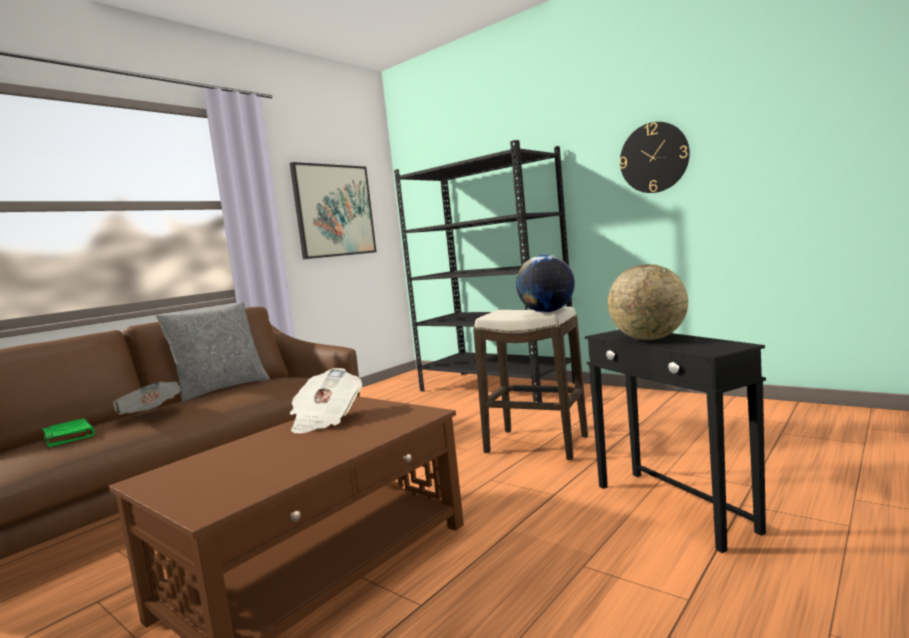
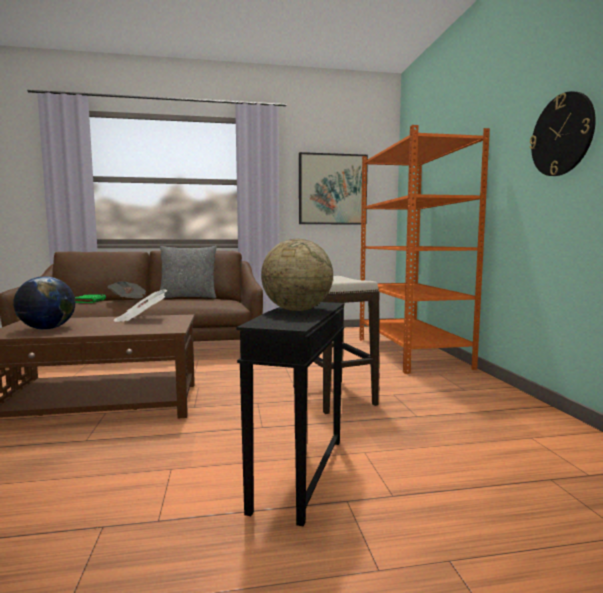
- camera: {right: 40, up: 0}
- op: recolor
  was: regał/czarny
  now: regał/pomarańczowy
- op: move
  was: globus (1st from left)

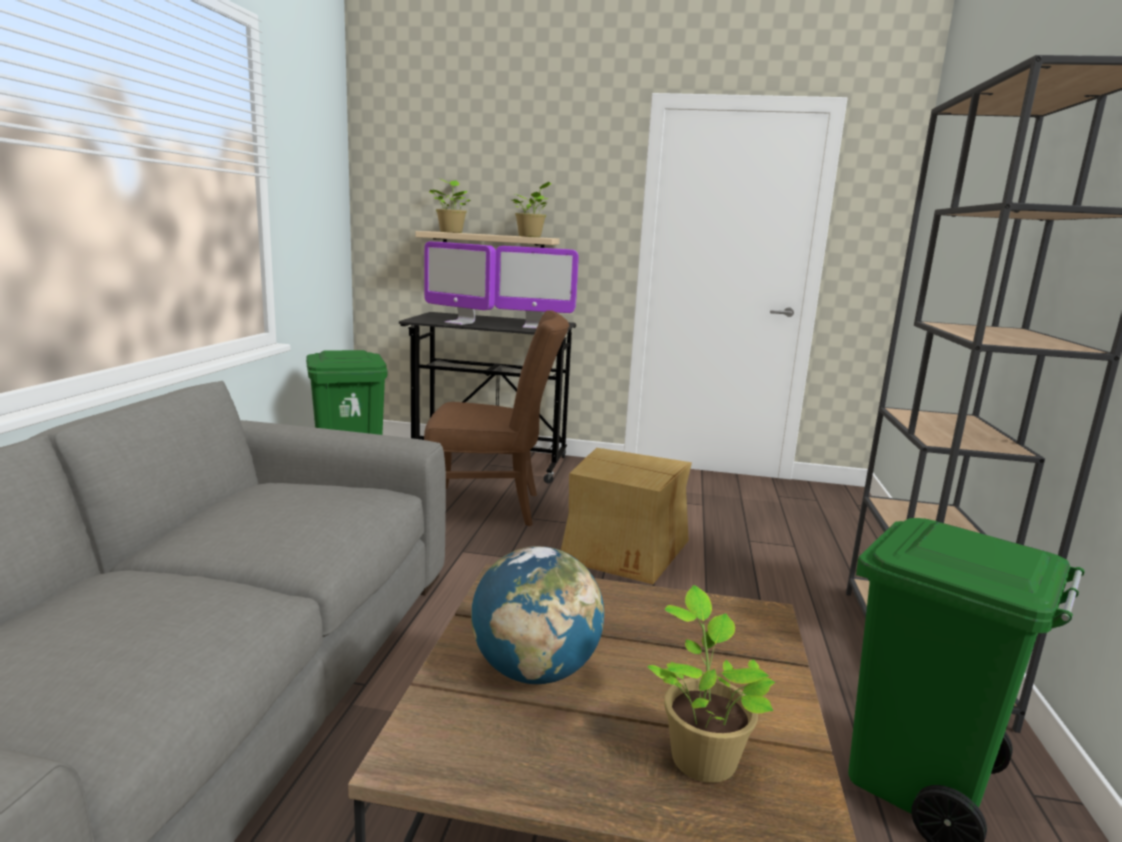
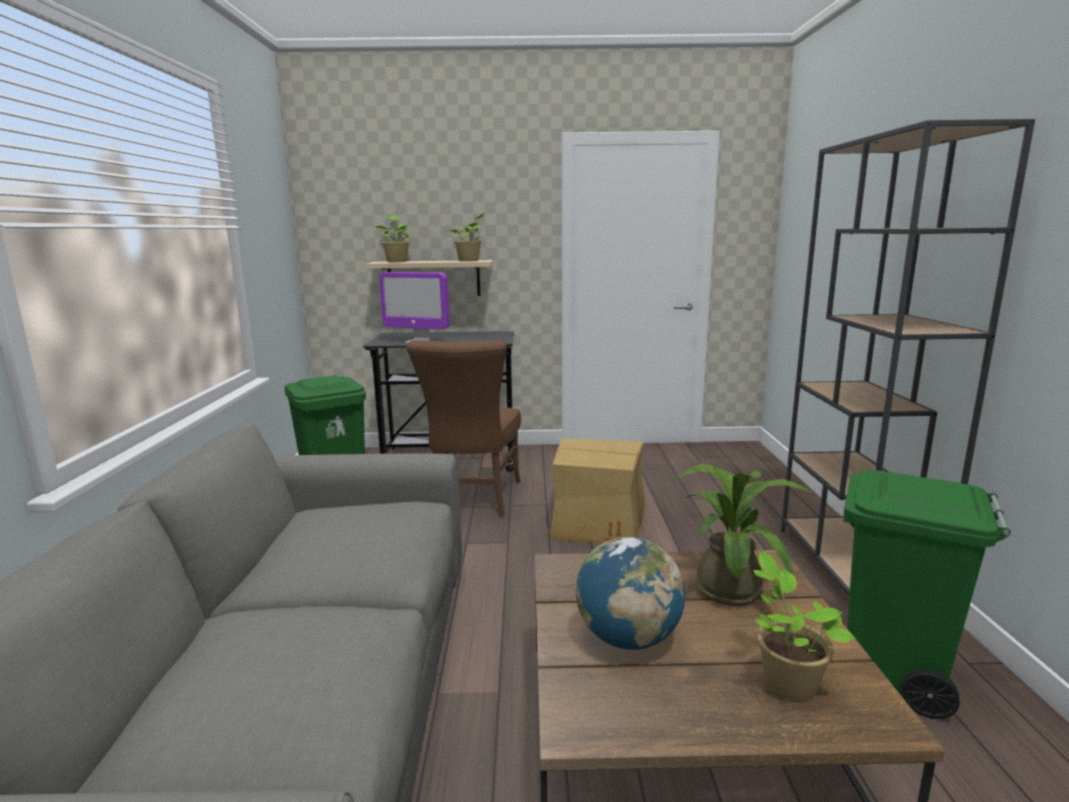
- camera: {right: -10, up: 0}
- op: delete
  was: monitor (2nd from left)
- op: rotate
  was: krzesło/brązowy
  clockwise: 105
- op: insert
  now: roślina doniczkowa (3rd from left)

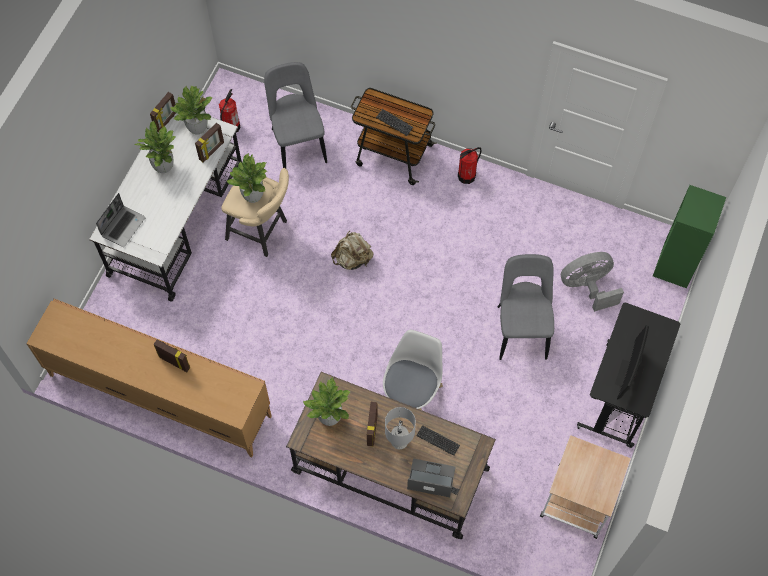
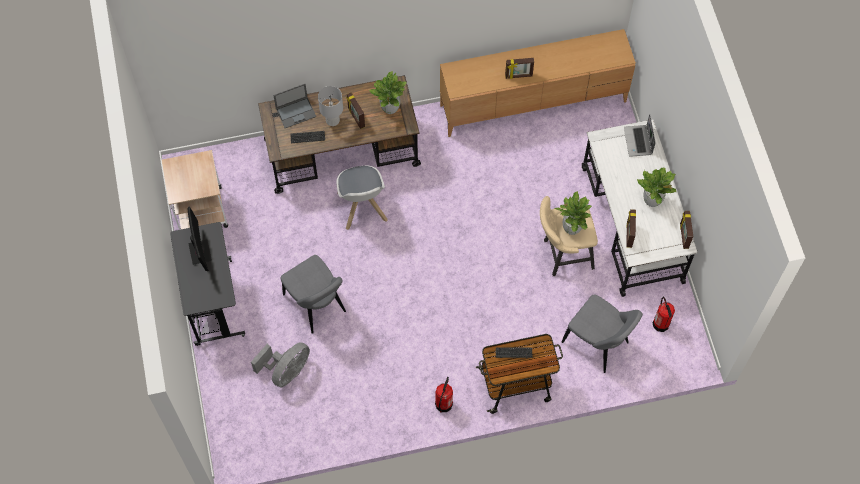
- camera: {right: 145, up: 0}
- op: delete
  was: roślina doniczkowa (2nd from left)
- op: delete
  was: regał/zielony
- op: delete
  was: plecak/beżowy

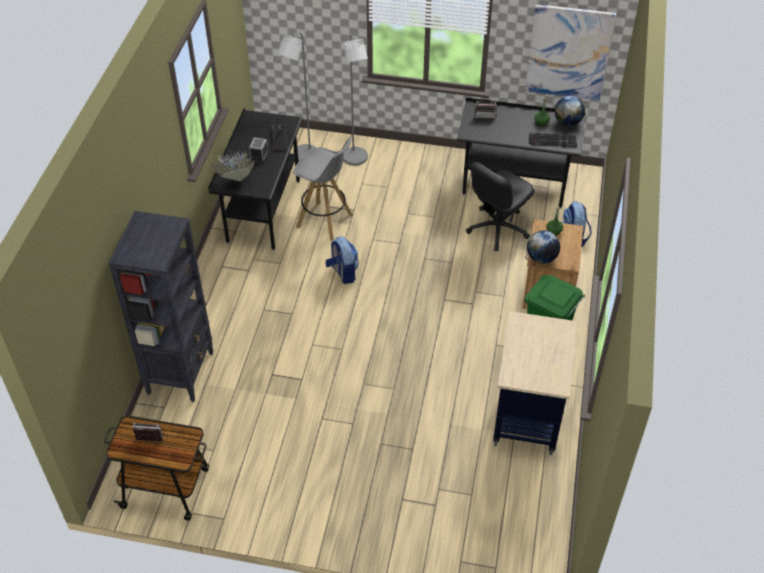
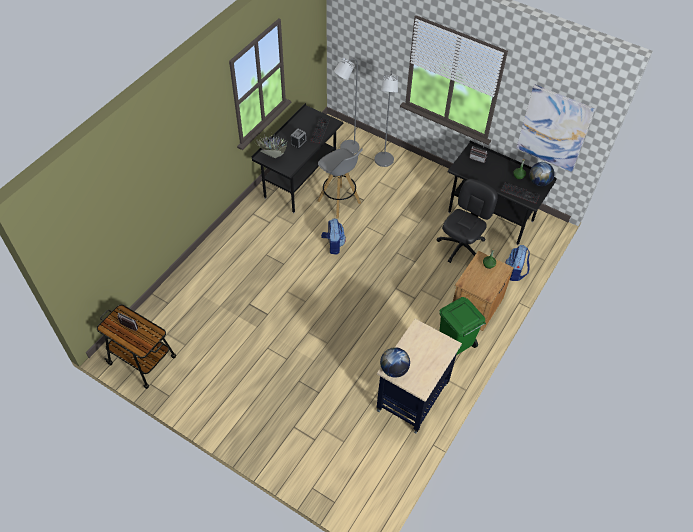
- camera: {right: 20, up: 5}
- op: rotate
  was: krzesło biurowe/czarny
  clockwise: 150
- op: delete
  was: regał/czarny
- op: move
  was: globus (1st from left)

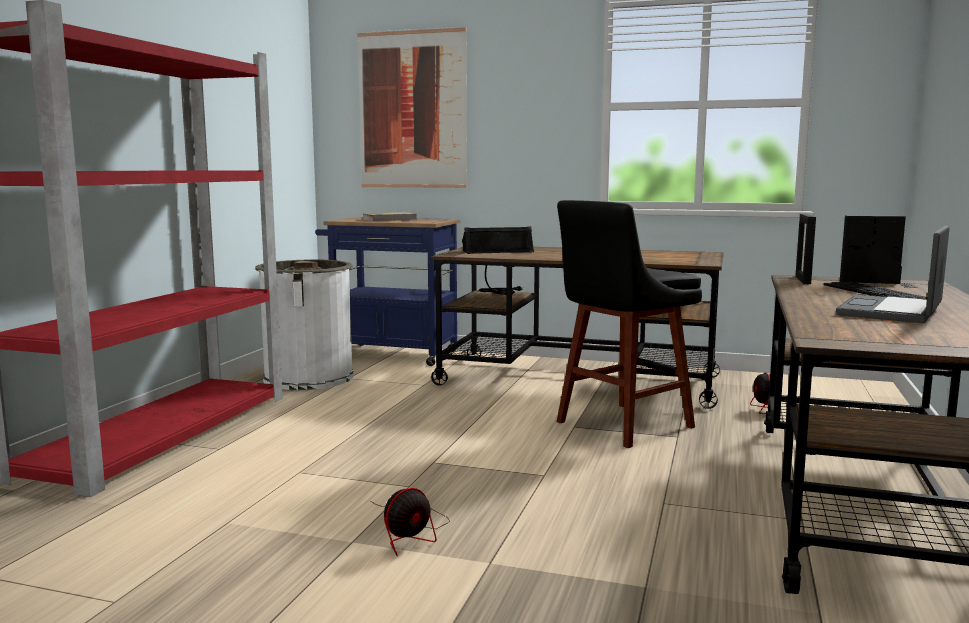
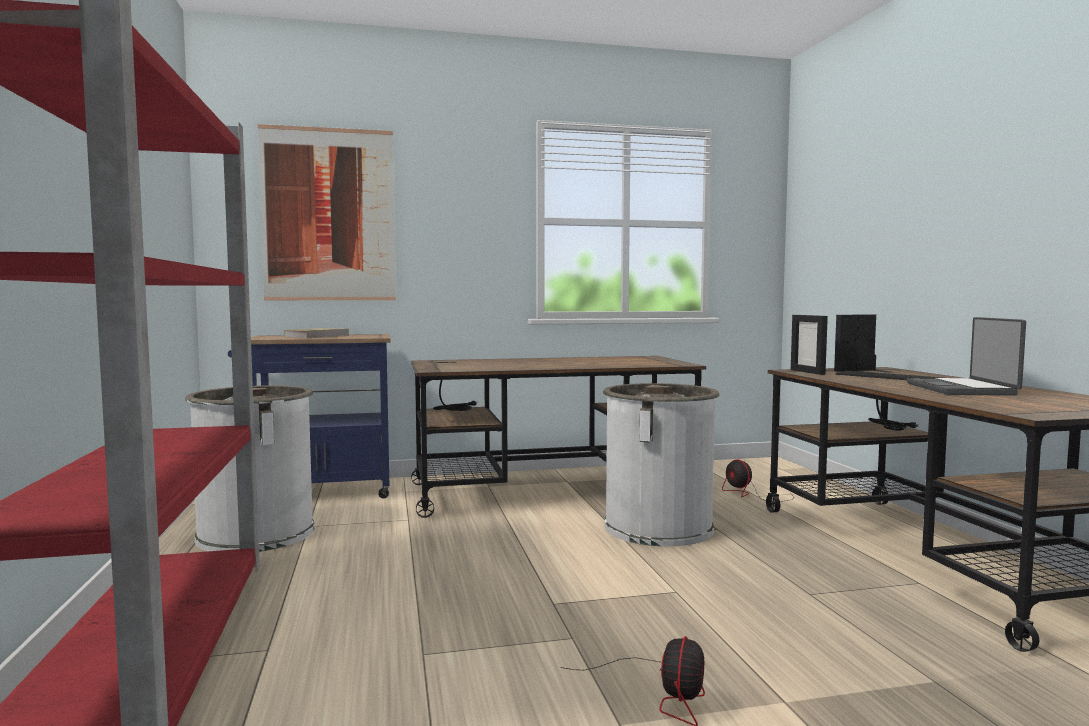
- camera: {right: -30, up: -5}
- op: replace
  was: stołek/czarny
  now: kosz na śmieci/biały (2nd from left)
- op: delete
  was: głośnik/czarny

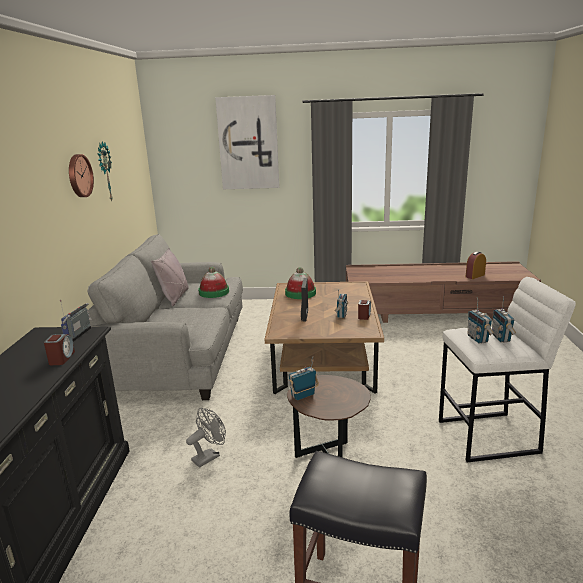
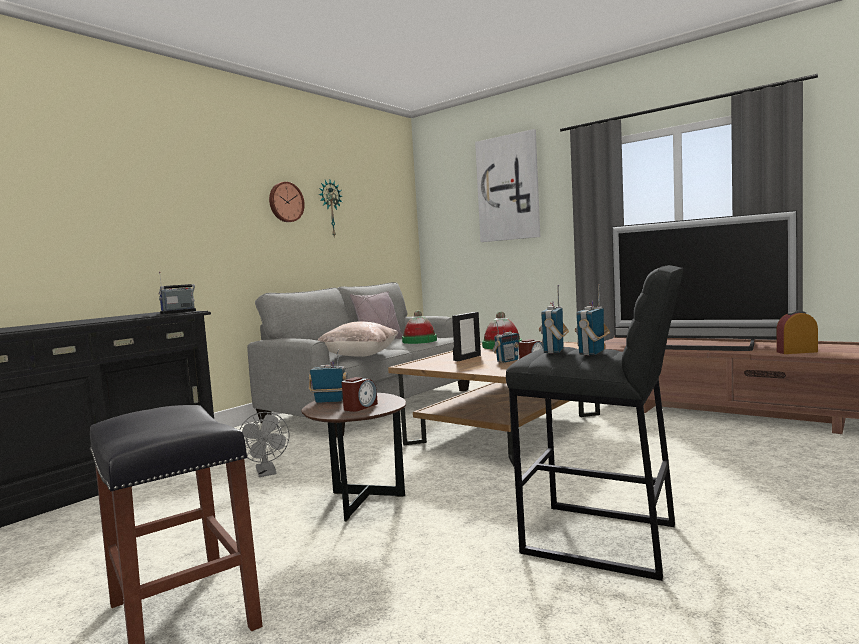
- camera: {right: 35, up: -15}
- op: recolor
  was: stołek/biały
  now: stołek/czarny (2nd from left)
- op: move
  was: budzik (1st from left)
- op: rotate
  was: wentylator/szary
  clockwise: 75
- op: insert
  now: telewizor
- op: insert
  now: poduszka/beżowy

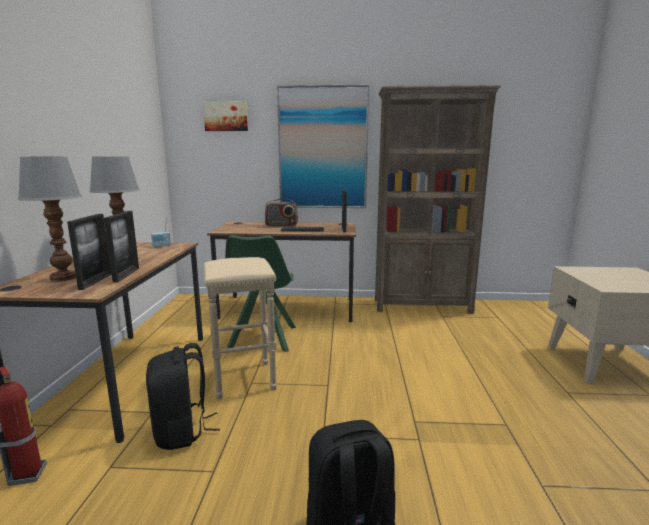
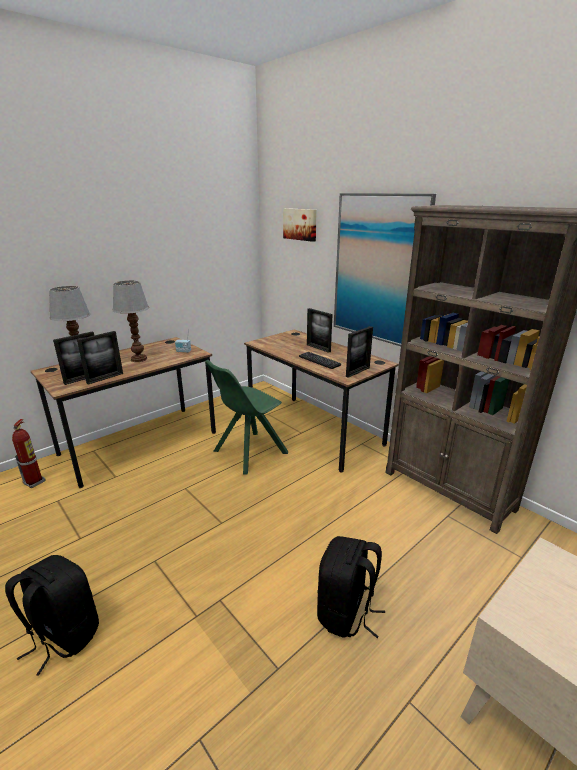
- camera: {right: 45, up: 10}
- op: replace
  was: radio (2nd from left)
  now: ramka na zdjęcie (3rd from left)
- op: delete
  was: stołek/beżowy
- op: move
  was: plecak/czarny (1st from left in the first image)
  now: plecak/czarny (2nd from left)

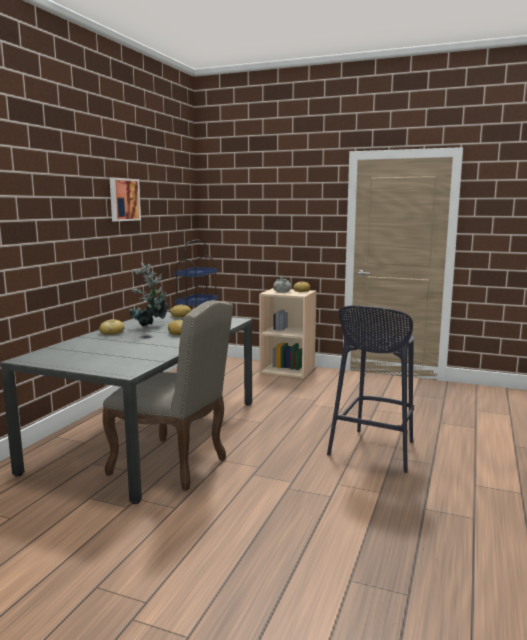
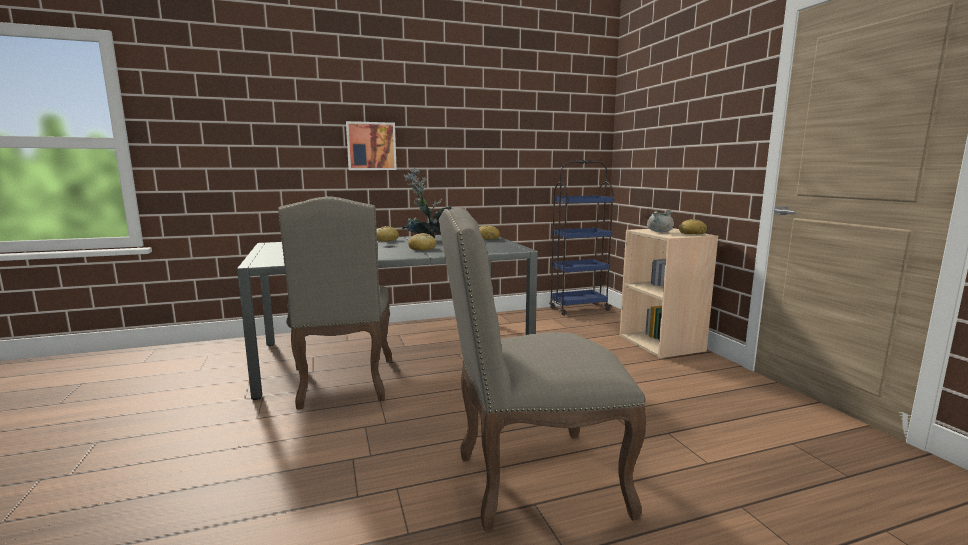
- camera: {right: 50, up: 0}
- op: move
  was: obraz
- op: replace
  was: stołek/szary
  now: krzesło/szary (2nd from left)

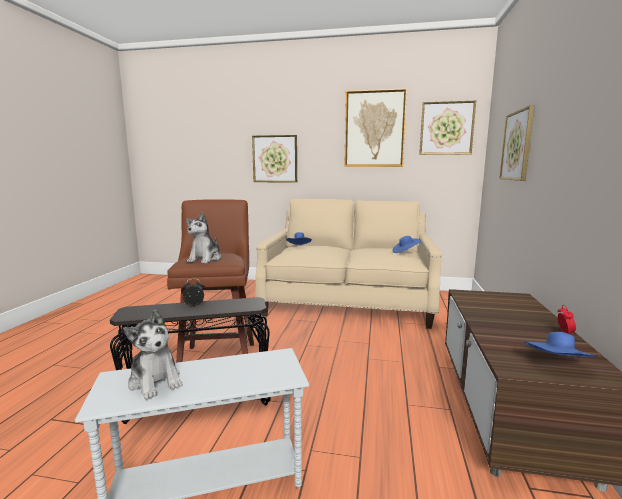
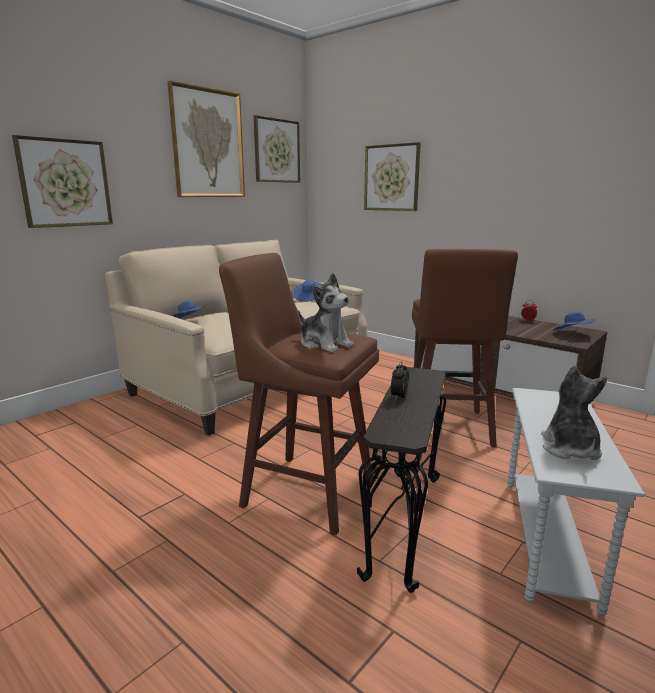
- camera: {right: -60, up: 5}
- op: rotate
  was: pluszak (1st from left in the first image)
  clockwise: -75
- op: insert
  now: stołek/brązowy (2nd from left)

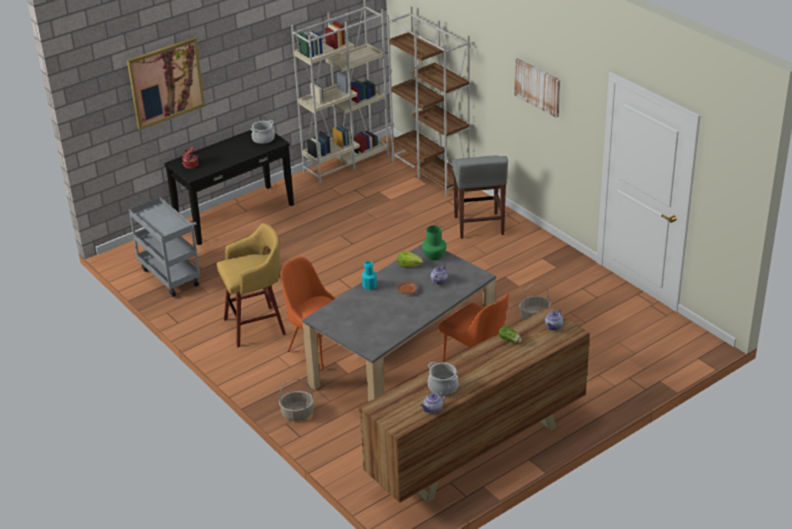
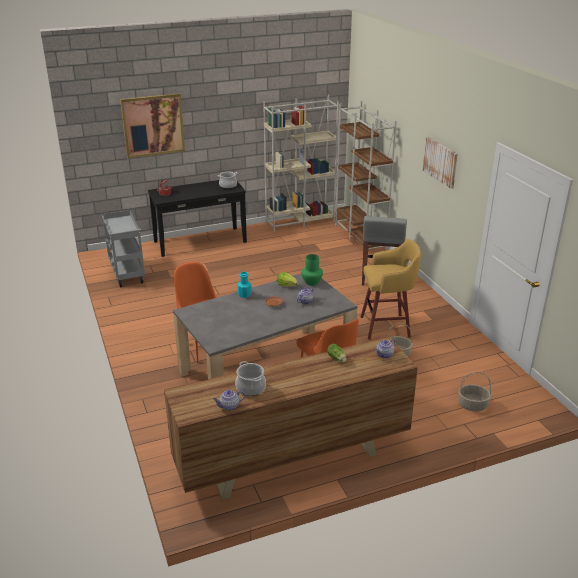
- camera: {right: 15, up: -5}
- op: move
  was: stołek/żółty
- op: move
  was: koszyk (1st from left in the first image)
  now: koszyk (2nd from left)

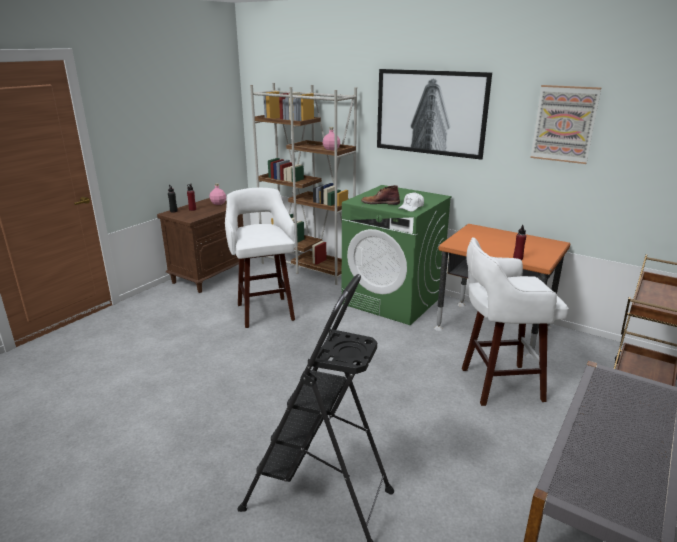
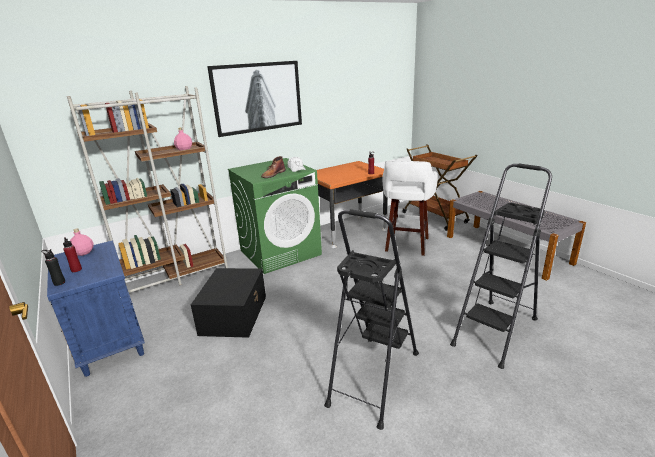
- camera: {right: -65, up: 0}
- op: delete
  was: obraz (2nd from left)
- op: replace
  was: stołek/biały (1st from left)
  now: pojemnik do przechowywania/czarny
- op: recolor
  was: szafka nocna/brązowy
  now: szafka nocna/niebieski
- op: insert
  now: drabinka (1st from left)

